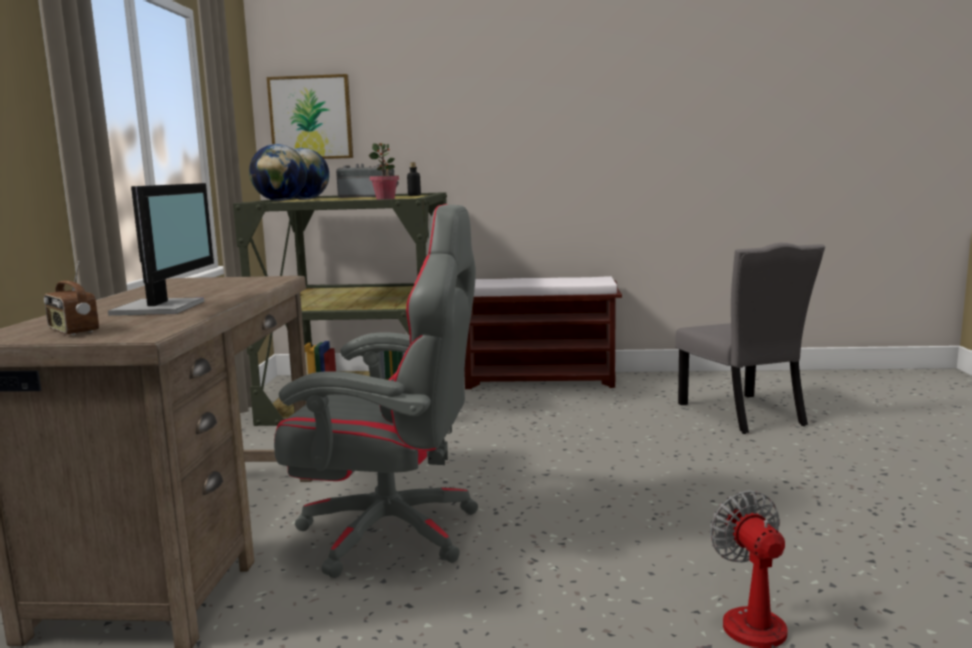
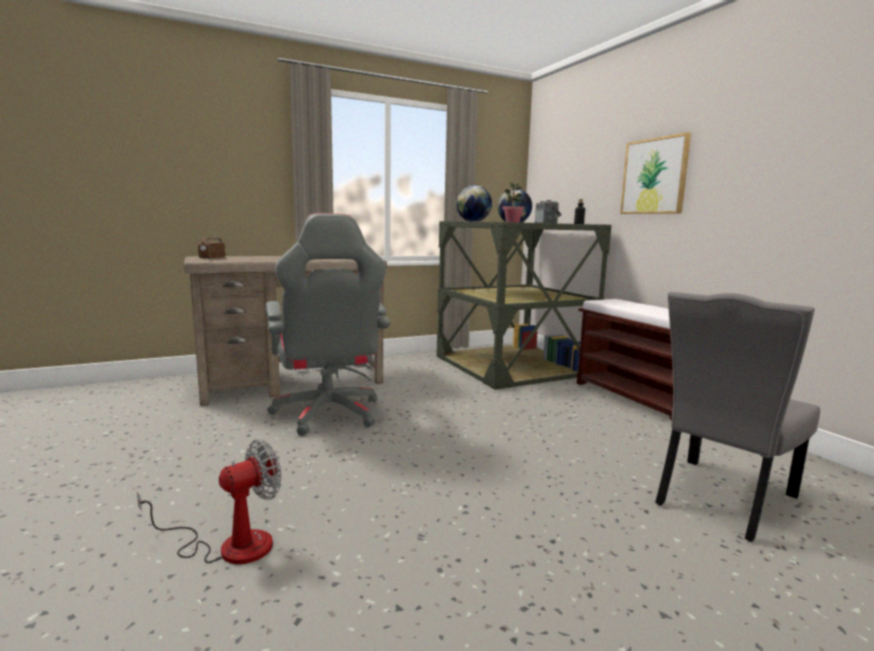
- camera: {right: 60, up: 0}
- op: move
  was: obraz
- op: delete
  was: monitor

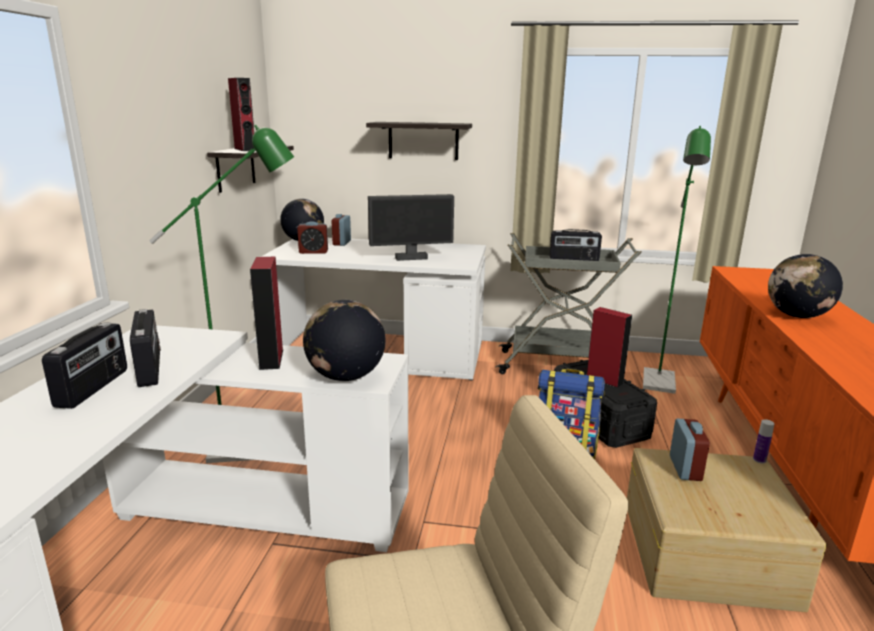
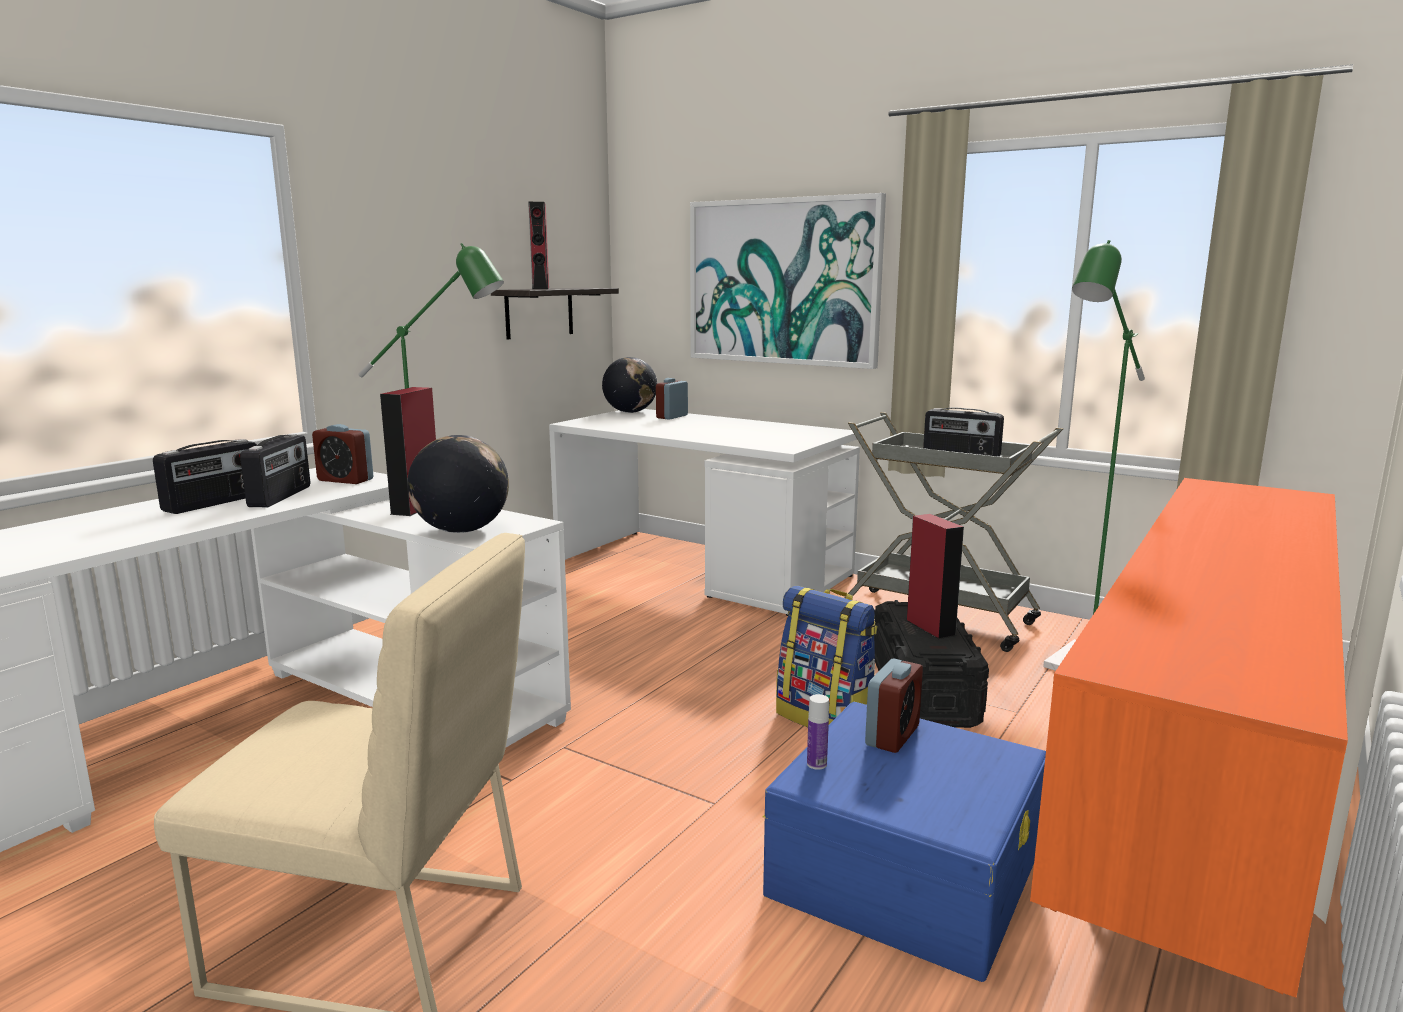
- camera: {right: 25, up: -5}
- op: replace
  was: półka (2nd from left)
  now: obraz
- op: delete
  was: monitor
- op: move
  was: budzik (1st from left)
- op: delete
  was: globus (3rd from left)
- op: move
  was: butelka
- op: recolor
  was: pojemnik do przechowywania/beżowy
  now: pojemnik do przechowywania/niebieski

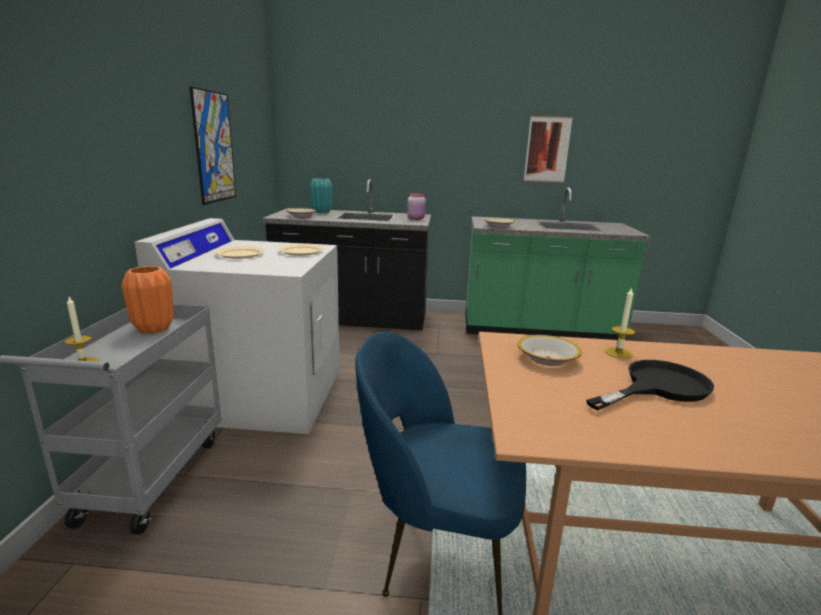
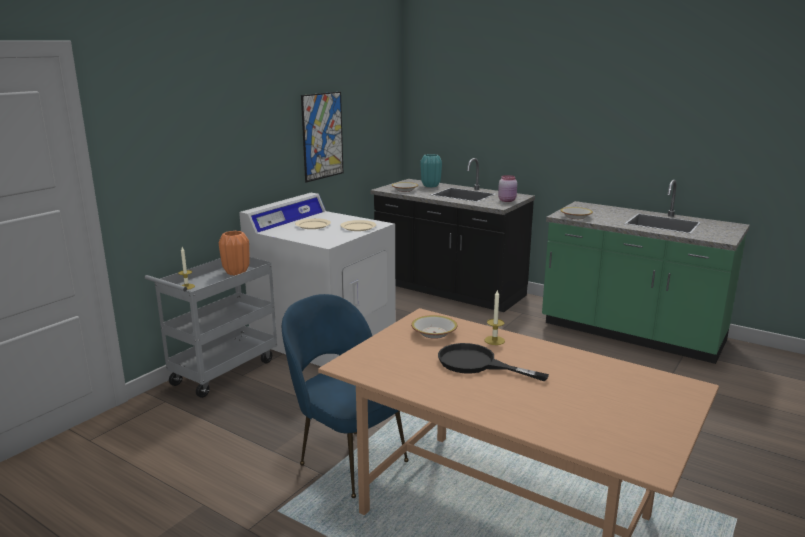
- camera: {right: 30, up: 0}
- op: delete
  was: obraz (2nd from left)
- op: rotate
  was: patelnia/czarny
  clockwise: -150

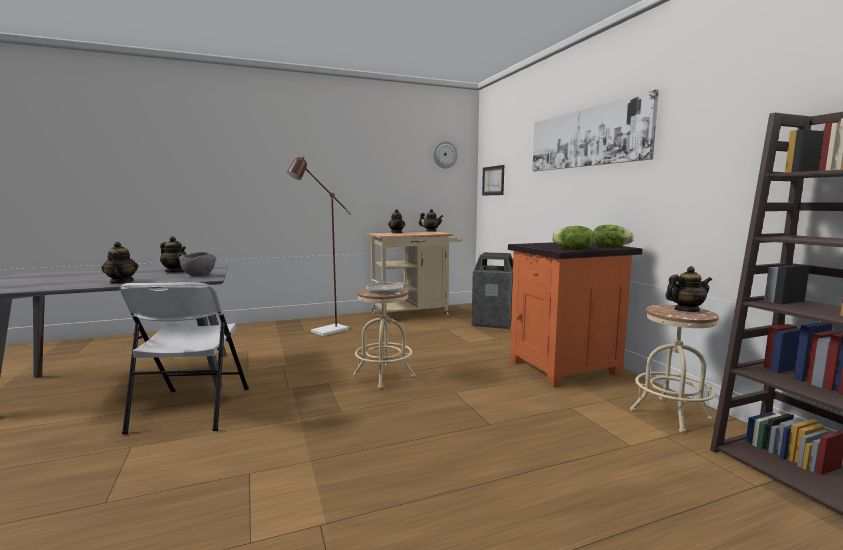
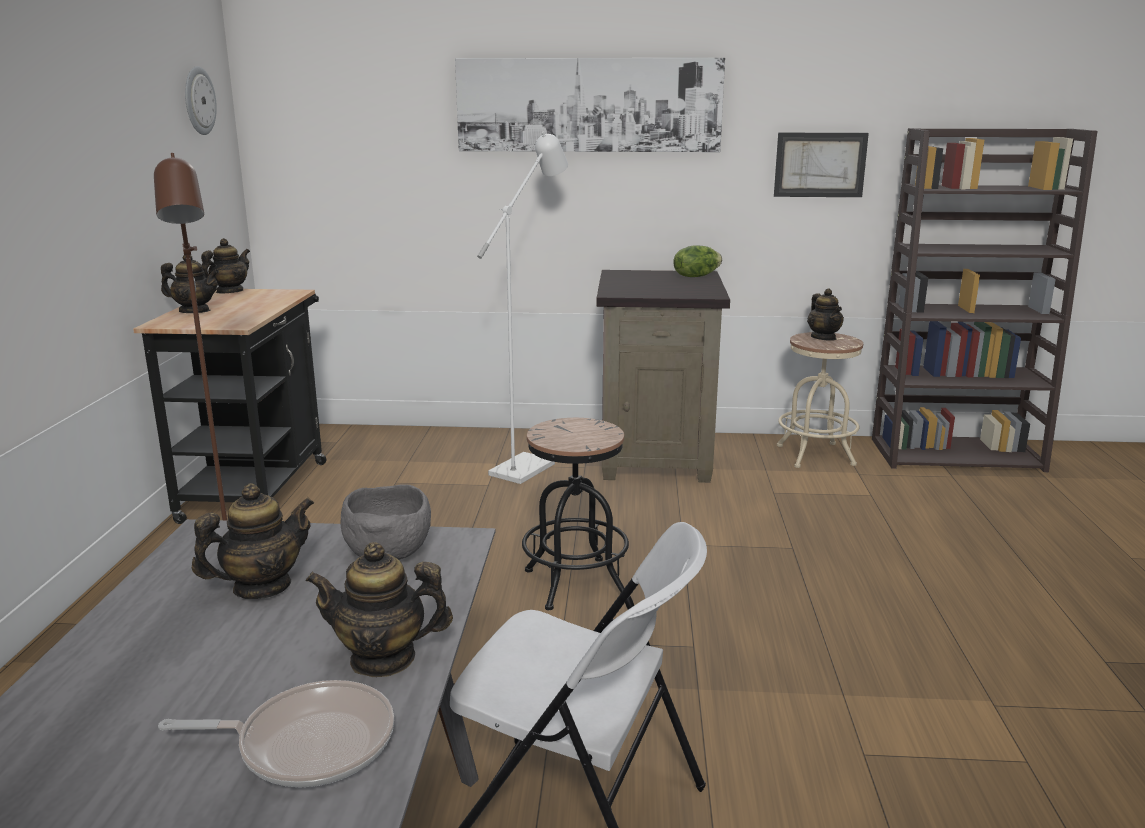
- camera: {right: -65, up: 10}
- op: move
  was: obraz (1st from left in the first image)
  now: obraz (2nd from left)
- op: delete
  was: sałata (1st from left)
- op: recolor
  was: wózek/beżowy
  now: wózek/czarny
- op: recolor
  was: szafka/pomarańczowy
  now: szafka/beżowy
- op: delete
  was: kosz na śmieci
- op: rotate
  was: imbryk (5th from left)
  clockwise: 150
- op: move
  was: patelnia
- op: recolor
  was: stołek/beżowy (1st from left)
  now: stołek/czarny
- op: insert
  now: lampa stojąca/biały

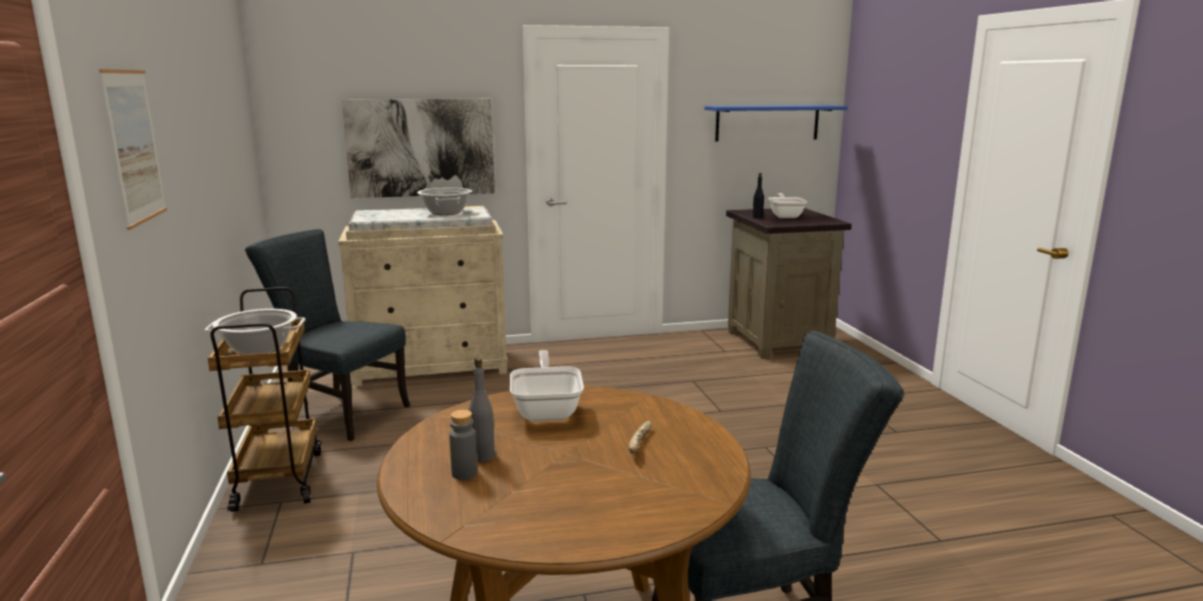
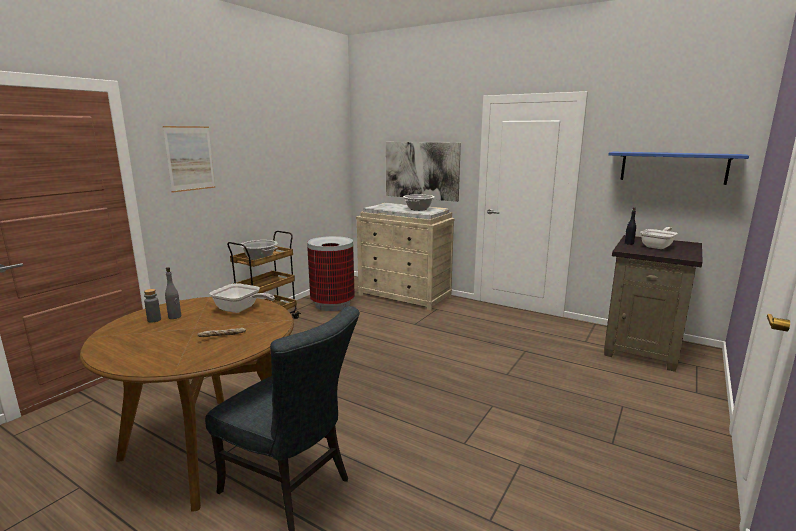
- camera: {right: 45, up: 0}
- op: replace
  was: krzesło/szary (1st from left)
  now: kosz na śmieci
- op: rotate
  was: patelnia (1st from left)
  clockwise: 75

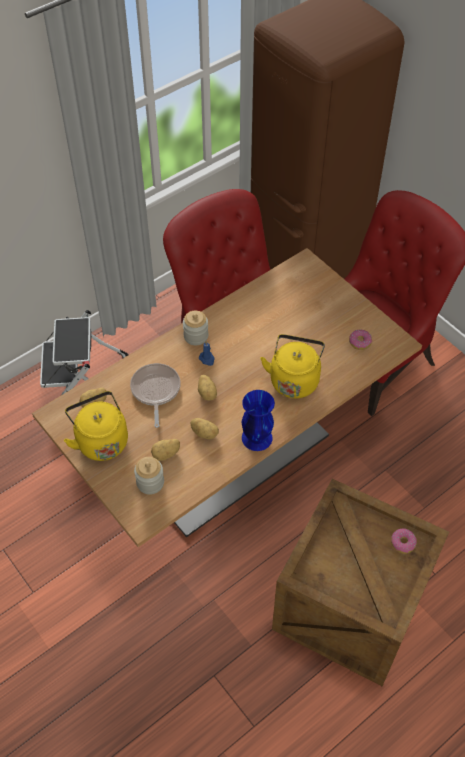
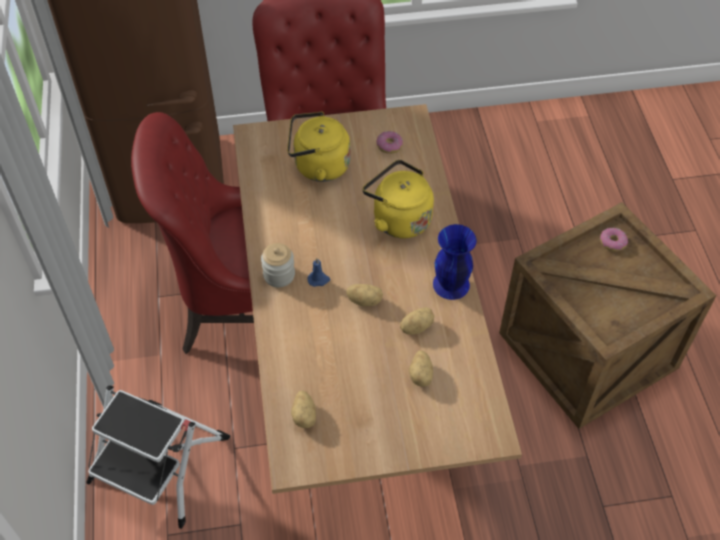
- camera: {right: -60, up: 0}
- op: delete
  was: patelnia
- op: move
  was: czajnik/żółty (1st from left)
- op: delete
  was: słoik (1st from left)

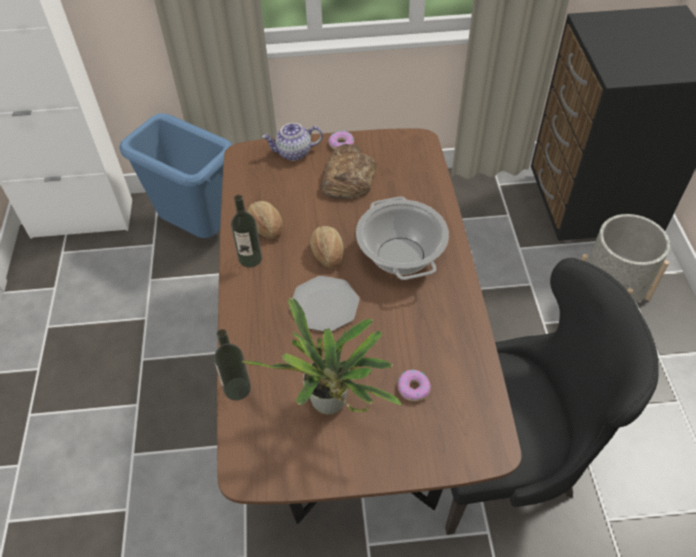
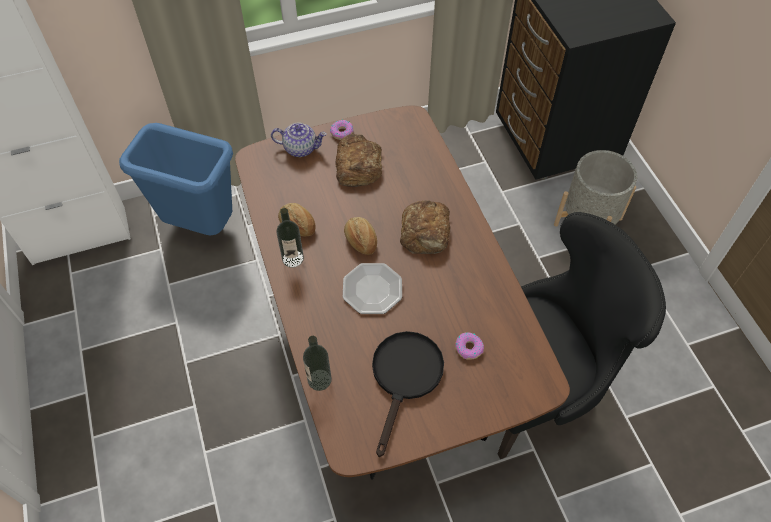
- camera: {right: -15, up: 5}
- op: rotate
  was: imbryk
  clockwise: -150
- op: replace
  was: garnek
  now: chleb (4th from left)
- op: replace
  was: roślina doniczkowa
  now: patelnia/czarny

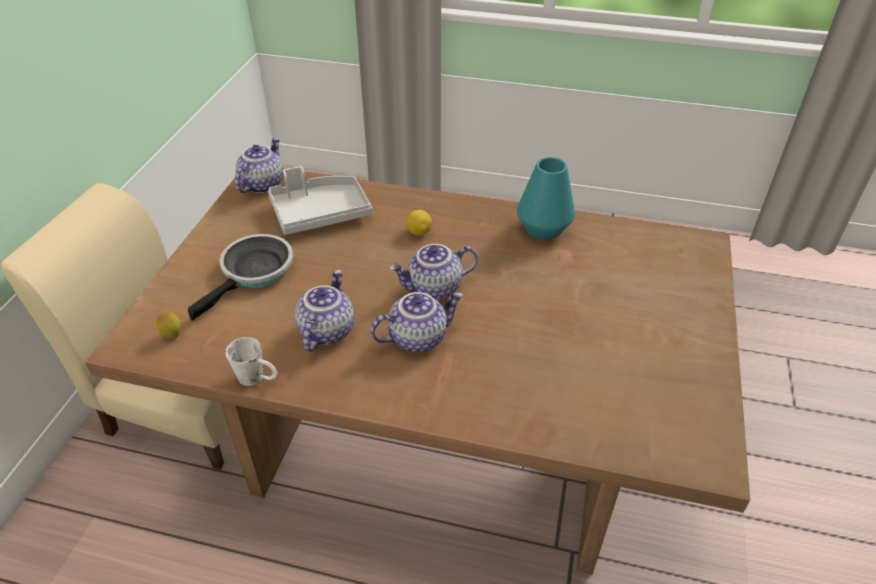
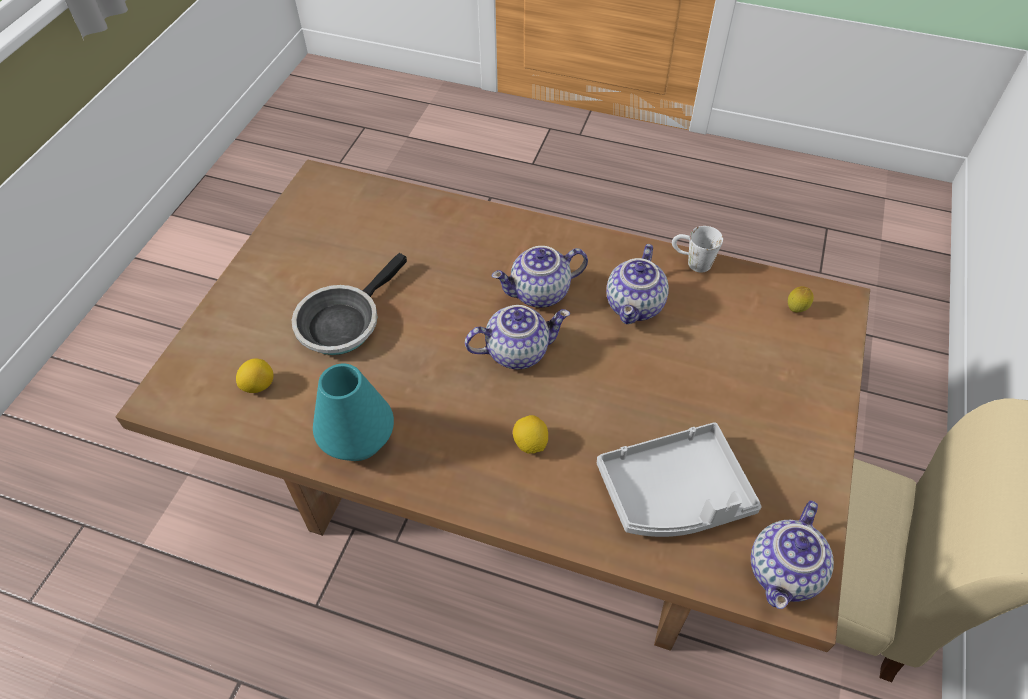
- camera: {right: -175, up: 10}
- op: move
  was: patelnia
- op: insert
  now: cytryna (1st from left)

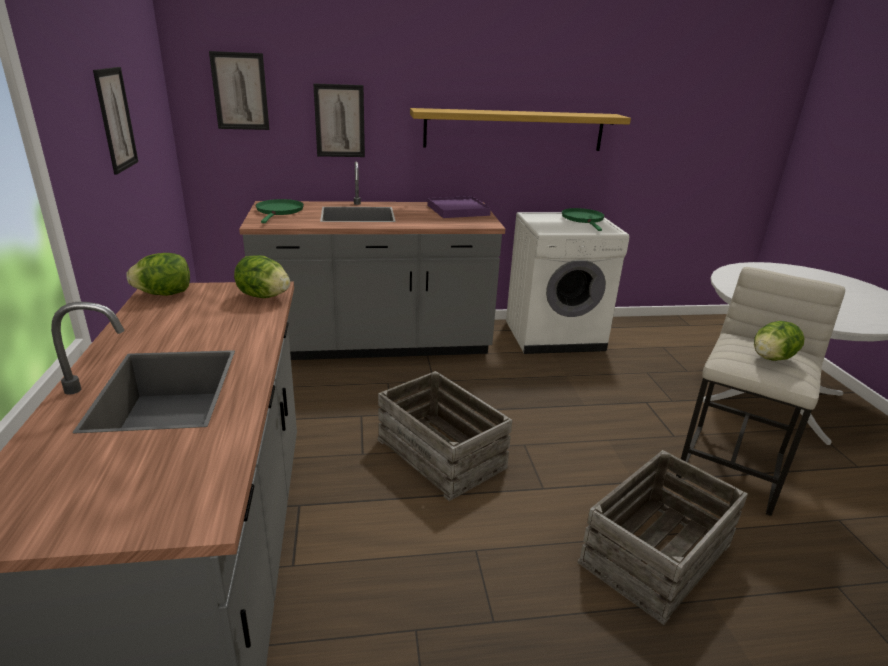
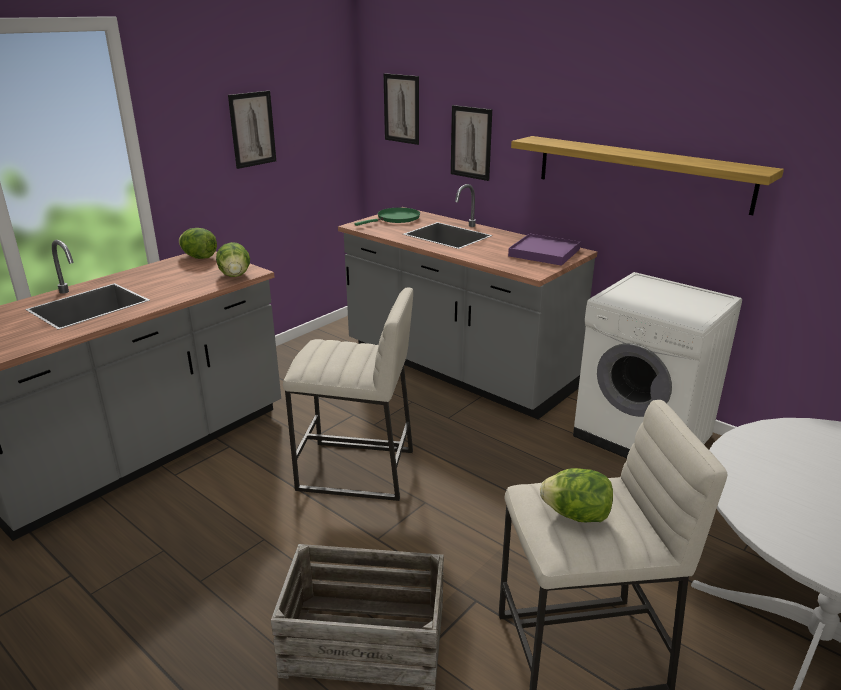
- camera: {right: 50, up: 0}
- op: delete
  was: patelnia/zielony (2nd from left)
- op: replace
  was: skrzynka (1st from left)
  now: stołek/beżowy (1st from left)

